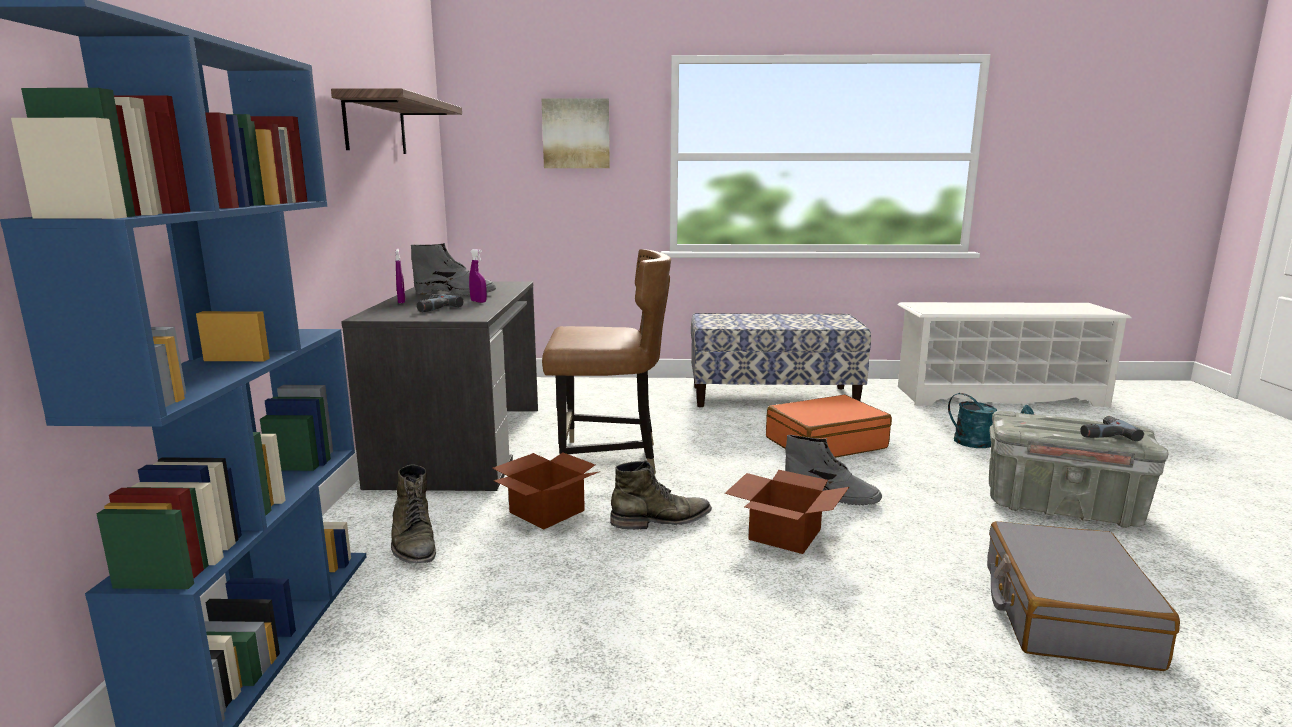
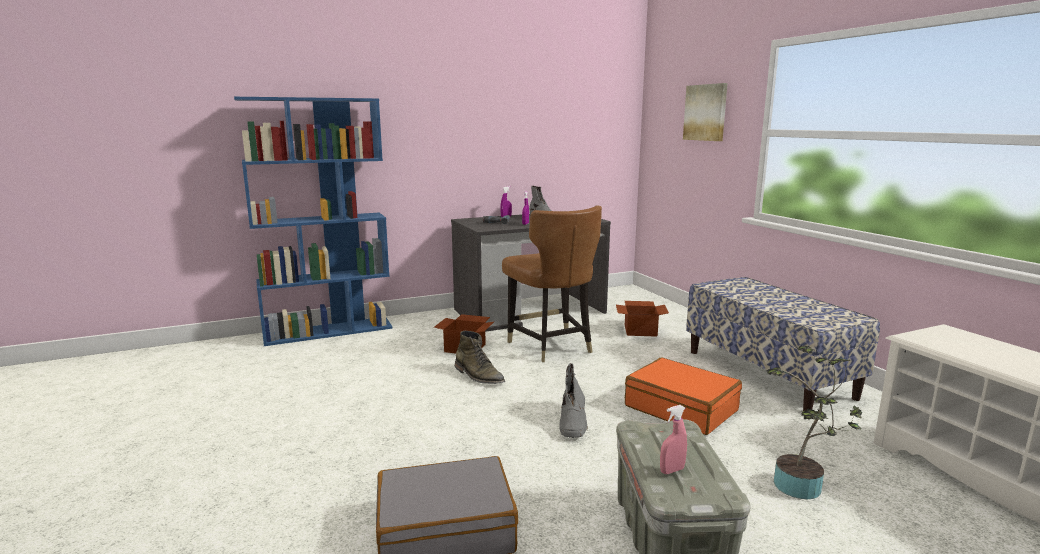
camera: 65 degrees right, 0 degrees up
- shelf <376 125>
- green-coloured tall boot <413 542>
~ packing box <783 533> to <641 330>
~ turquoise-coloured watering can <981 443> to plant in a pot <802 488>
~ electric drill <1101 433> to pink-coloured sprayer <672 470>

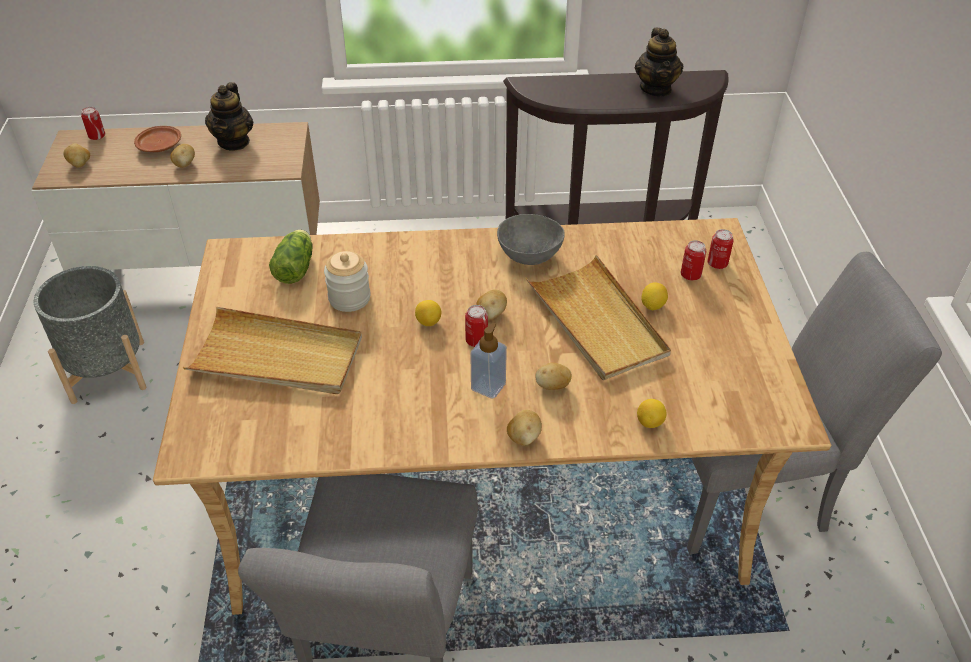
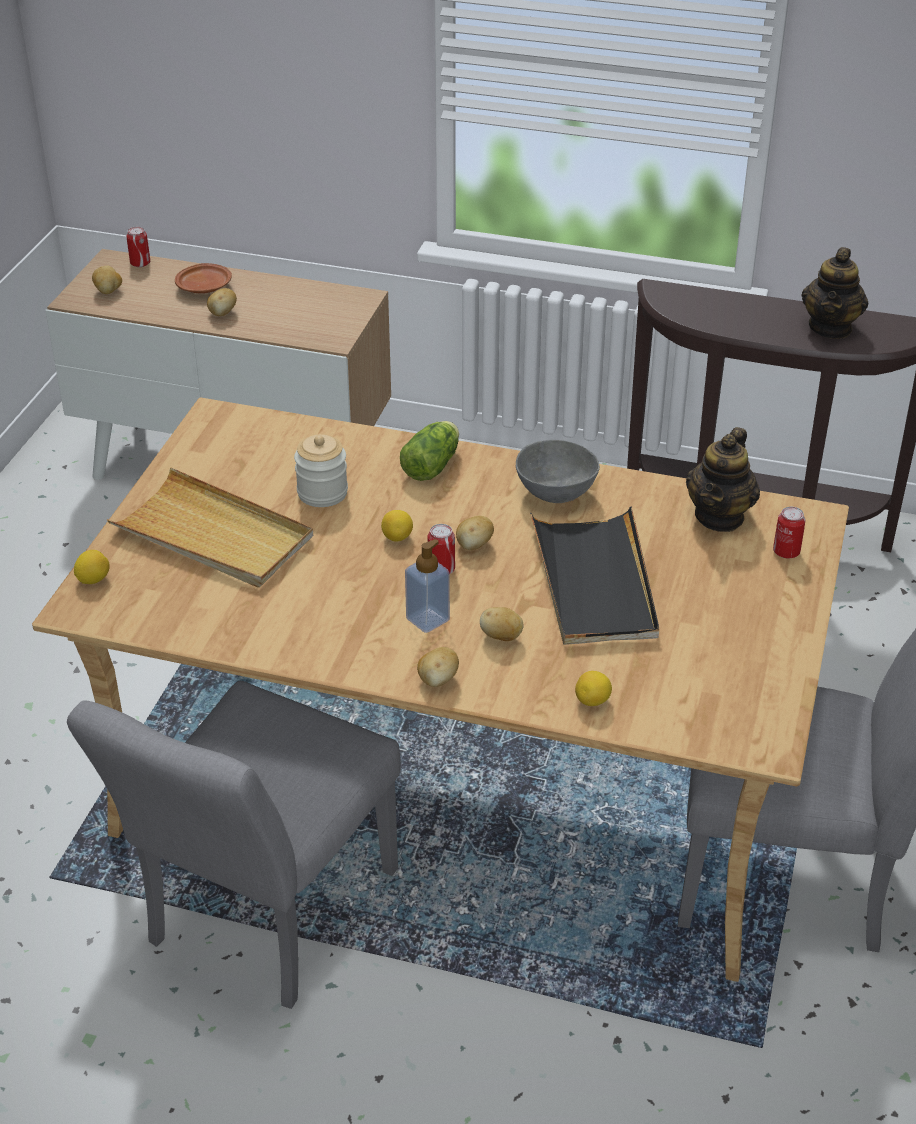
camera: 20 degrees right, 5 degrees down
- greyish flower pot <108 371>
~ teapot <234 142> to <720 516>
~ head of lettuce <296 267> to <433 464>
~ sand-coloured serving tray <597 321> to blackish serving tray <594 582>
~ citrus fruit <652 305> to <93 579>
- can <690 275>

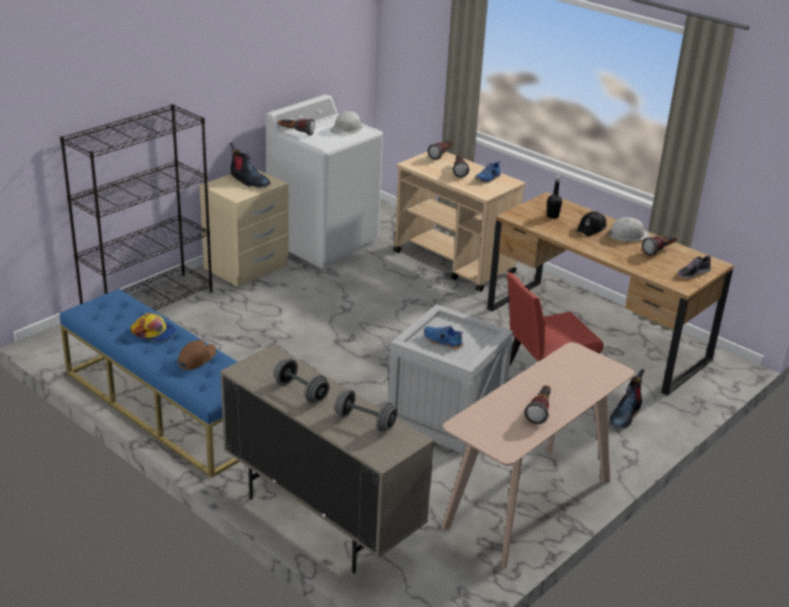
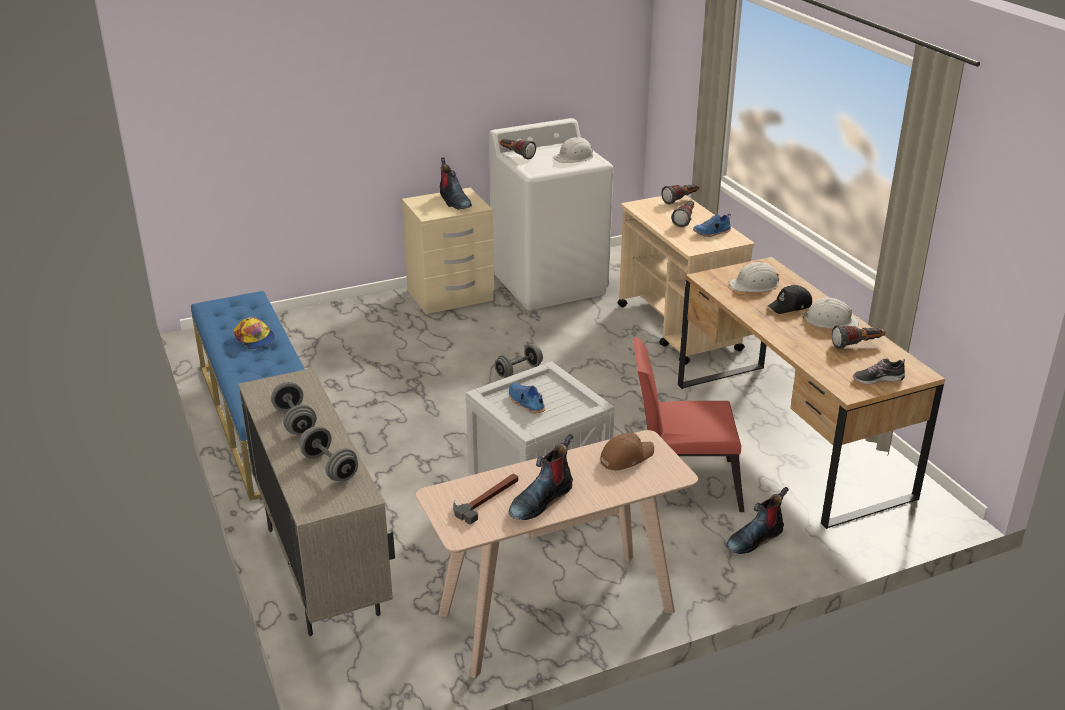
camera: 25 degrees right, 0 degrees up
- blackish bookcase <149 303>
~ brown-coloured peaked cap <196 359> to <626 457>
~ hand torch <540 411> to tall boot <541 500>
~ blackish bottle <552 216> to white-coloured hard hat <754 285>
+ tool hammer <487 499>
+ greyish free weight <518 371>

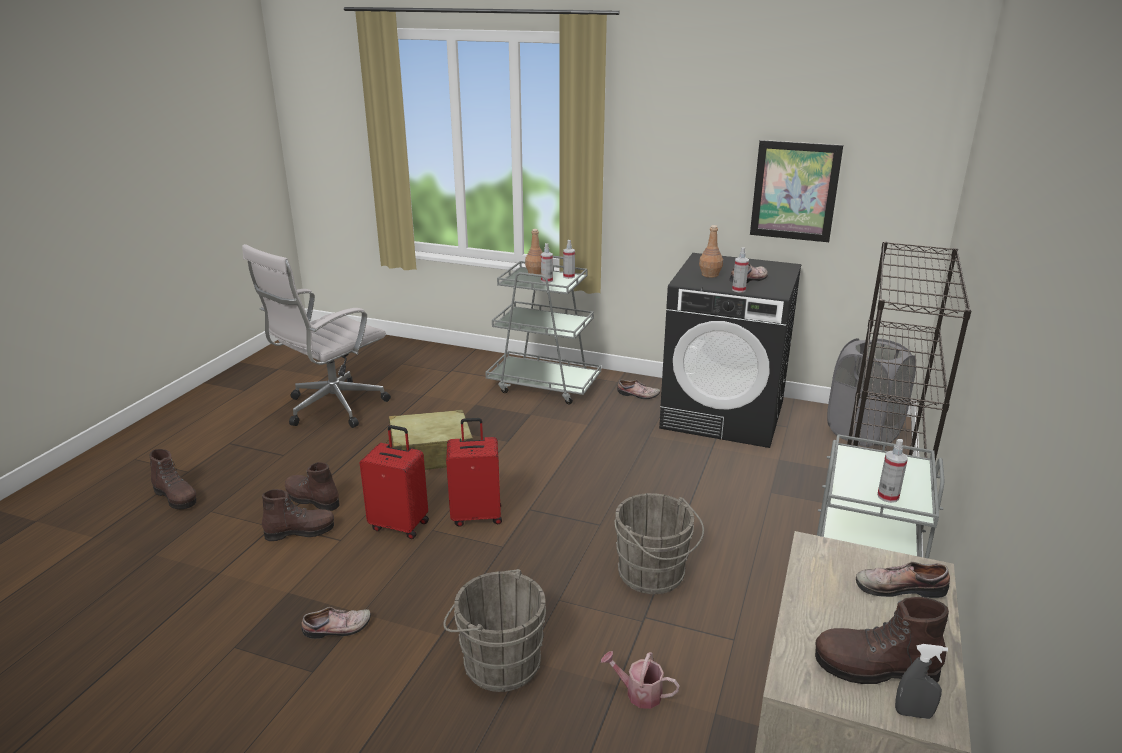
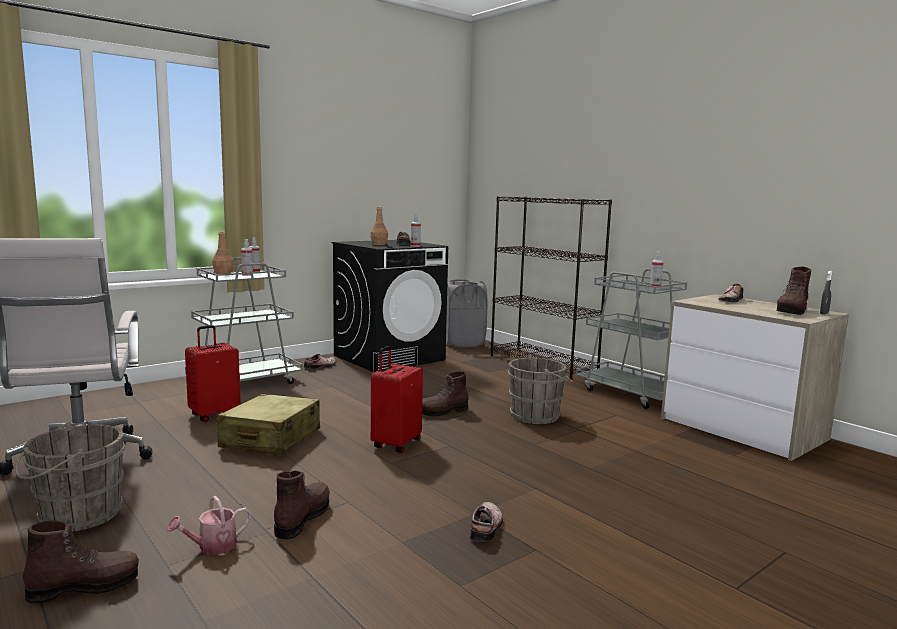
camera: 60 degrees left, 15 degrees down
~ brown-coloured tall boot <312 499> to <443 411>
~ red travel case <400 525> to <214 414>
~ greyish bucket <497 662> to <75 515>
~ watering can <639 693> to <212 547>
- wall art <794 191>

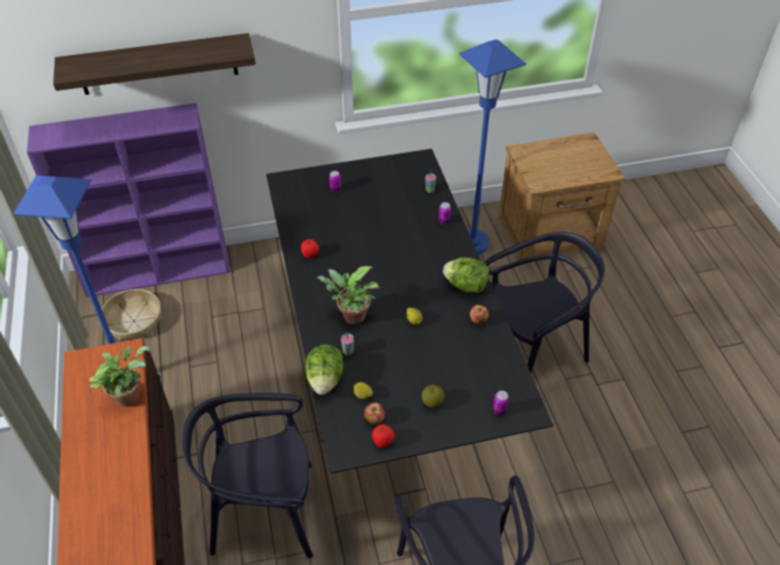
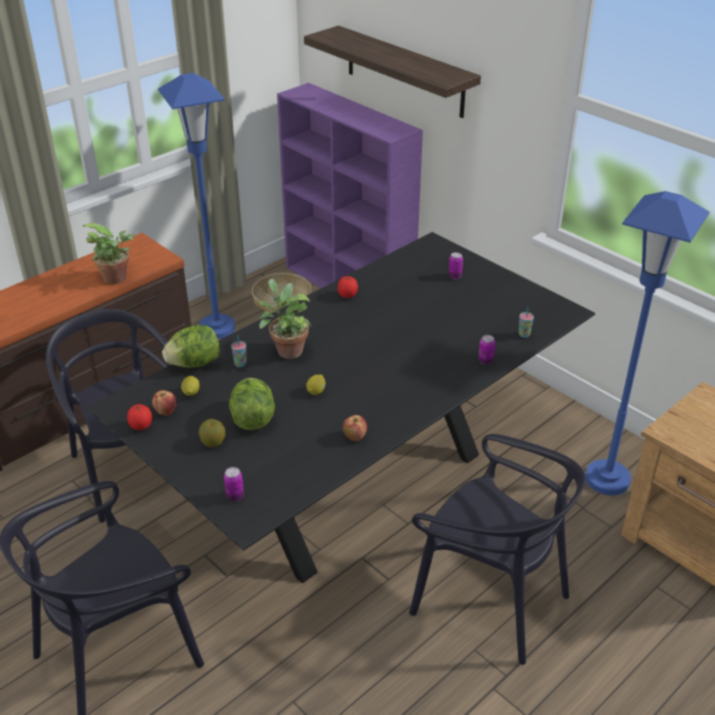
camera: 60 degrees right, 10 degrees down
~ head of lettuce <466 286> to <252 419>

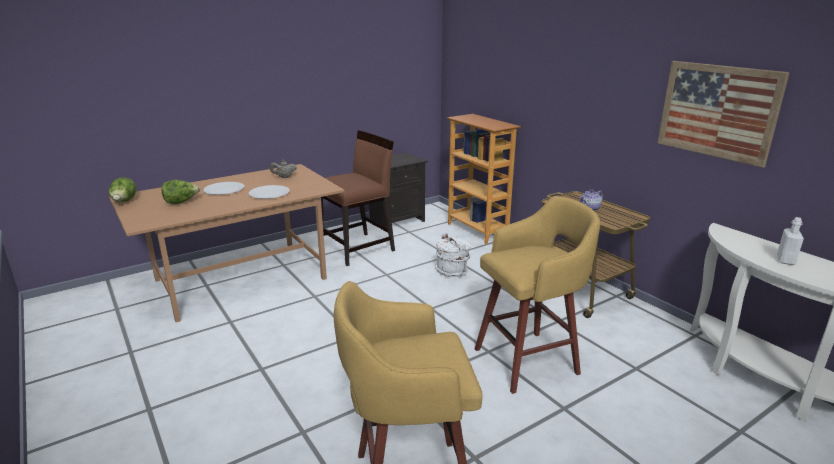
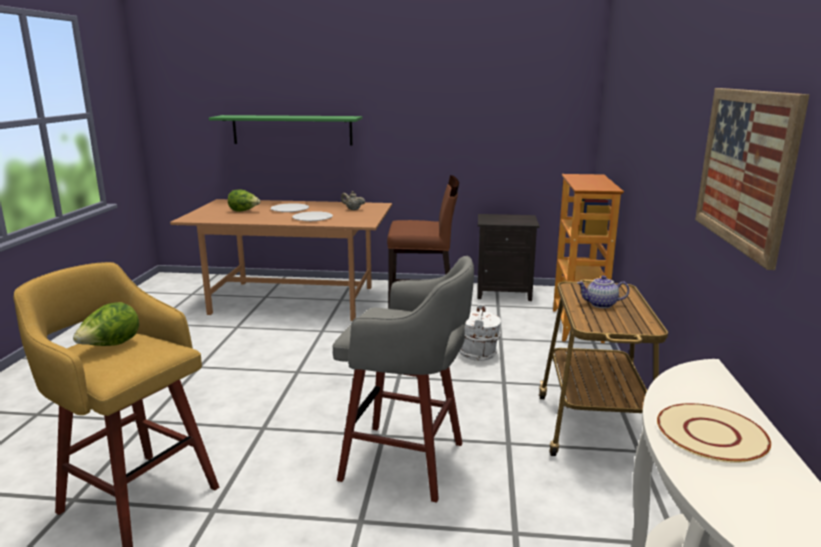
camera: 40 degrees right, 5 degrees down
~ head of lettuce <124 202> to <111 346>
~ yellow stool <529 360> to greyish stool <407 462>
~ white-coloured bottle <785 260> to sand-coloured dinner plate <710 434>
+ green-coloured shelf <292 130>

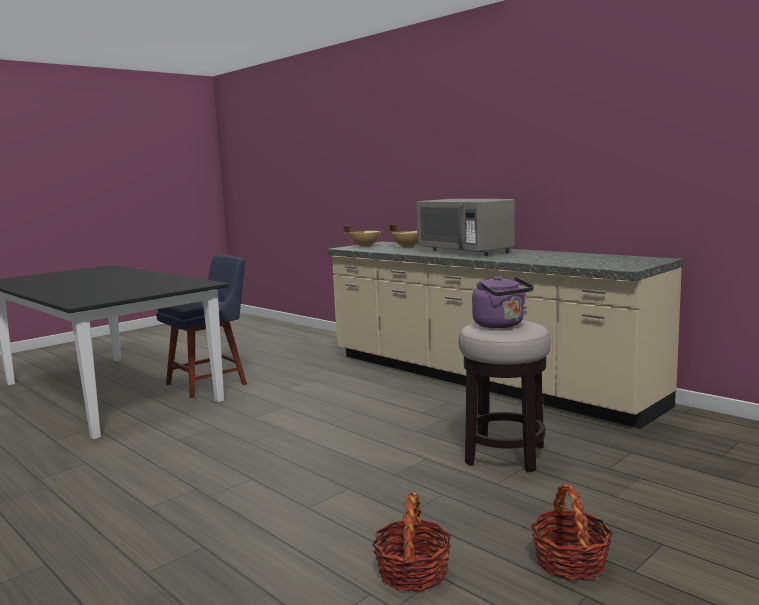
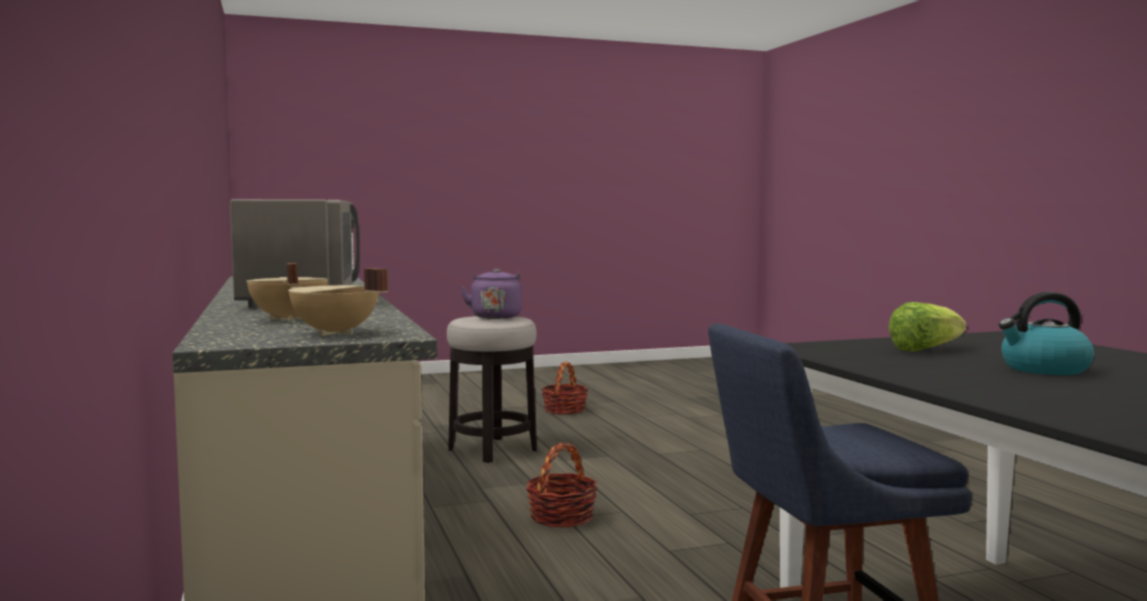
camera: 155 degrees left, 5 degrees down
~ basket <413 573> to <561 517>
+ head of lettuce <924 350>
+ tea kettle <1044 369>

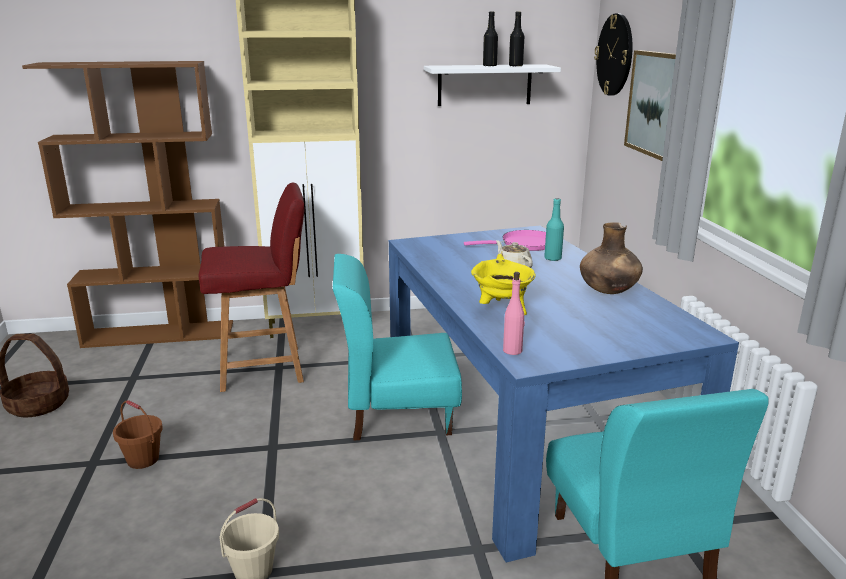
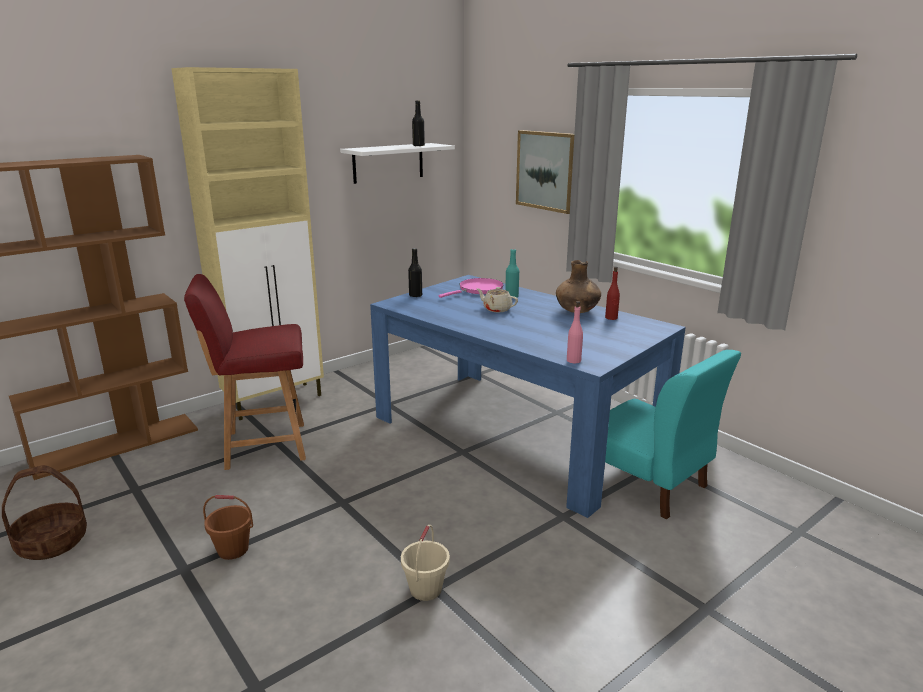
camera: 30 degrees left, 0 degrees up
~ red plain chair <264 368> = <263 446> 150 degrees counterclockwise
- turquoise-coloured plain chair <398 414>
- yellow saucepot <502 310>
~ blackish bottle <489 66> to <415 295>
- wall clock <615 55>
+ red bottle <611 318>

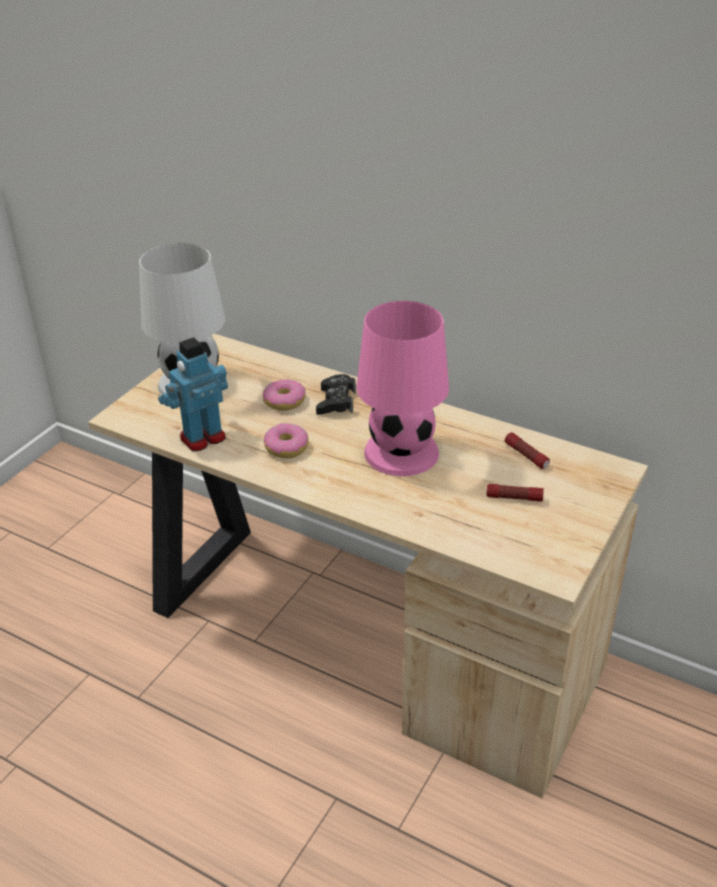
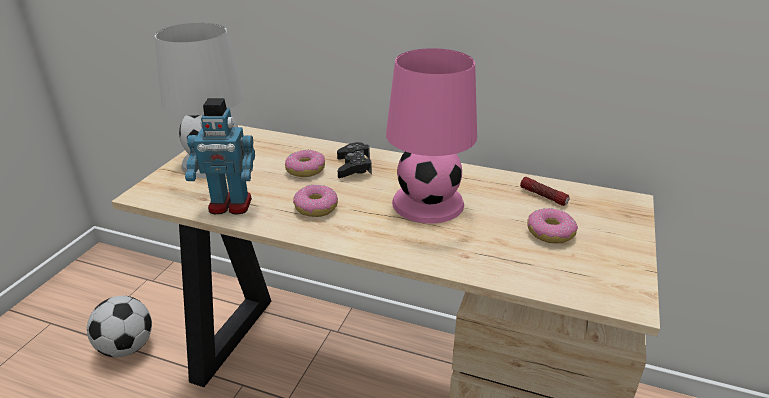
camera: 10 degrees left, 5 degrees down
~ robot figure <202 437> = <230 206> 135 degrees counterclockwise
~ hand torch <514 498> to doughnut <550 233>
+ football ball <127 347>

